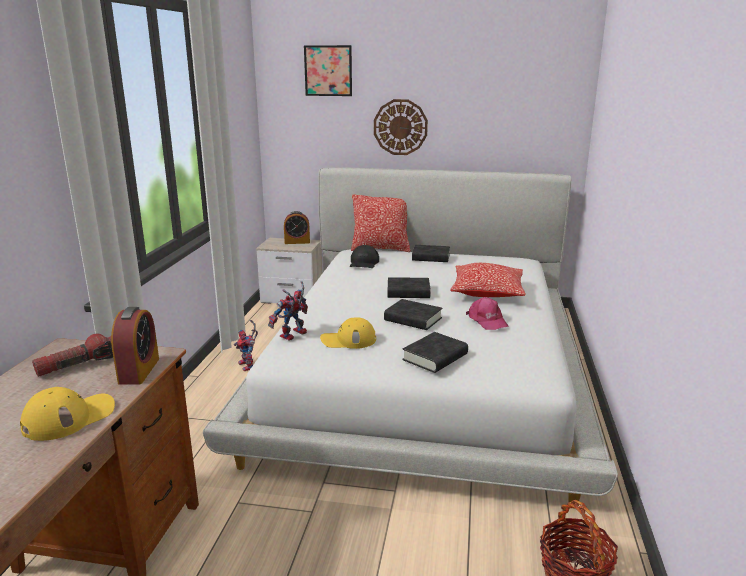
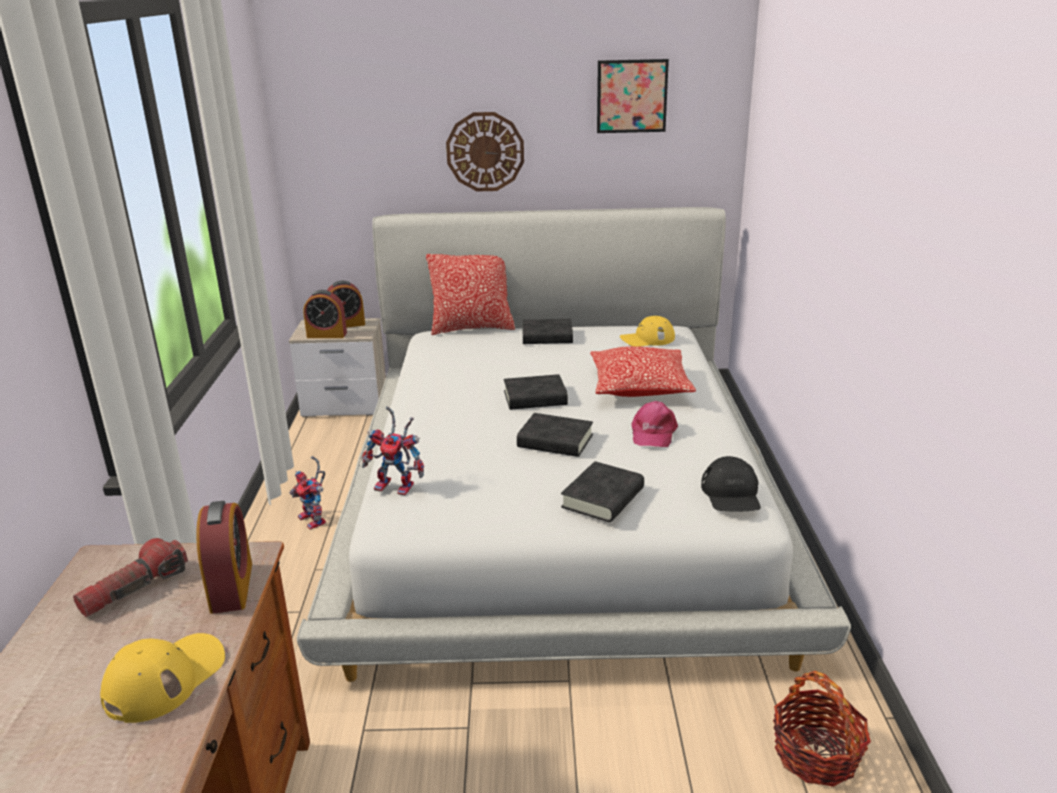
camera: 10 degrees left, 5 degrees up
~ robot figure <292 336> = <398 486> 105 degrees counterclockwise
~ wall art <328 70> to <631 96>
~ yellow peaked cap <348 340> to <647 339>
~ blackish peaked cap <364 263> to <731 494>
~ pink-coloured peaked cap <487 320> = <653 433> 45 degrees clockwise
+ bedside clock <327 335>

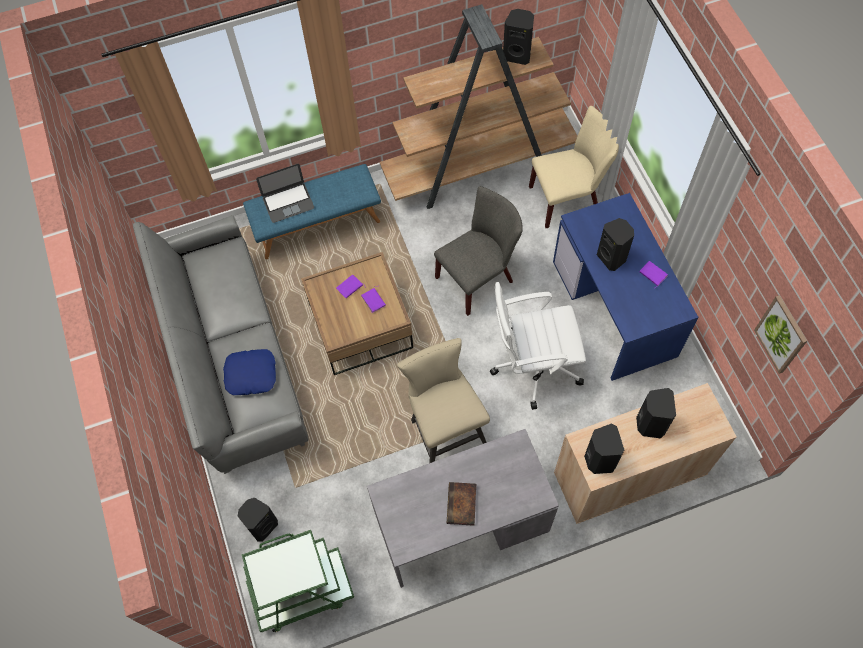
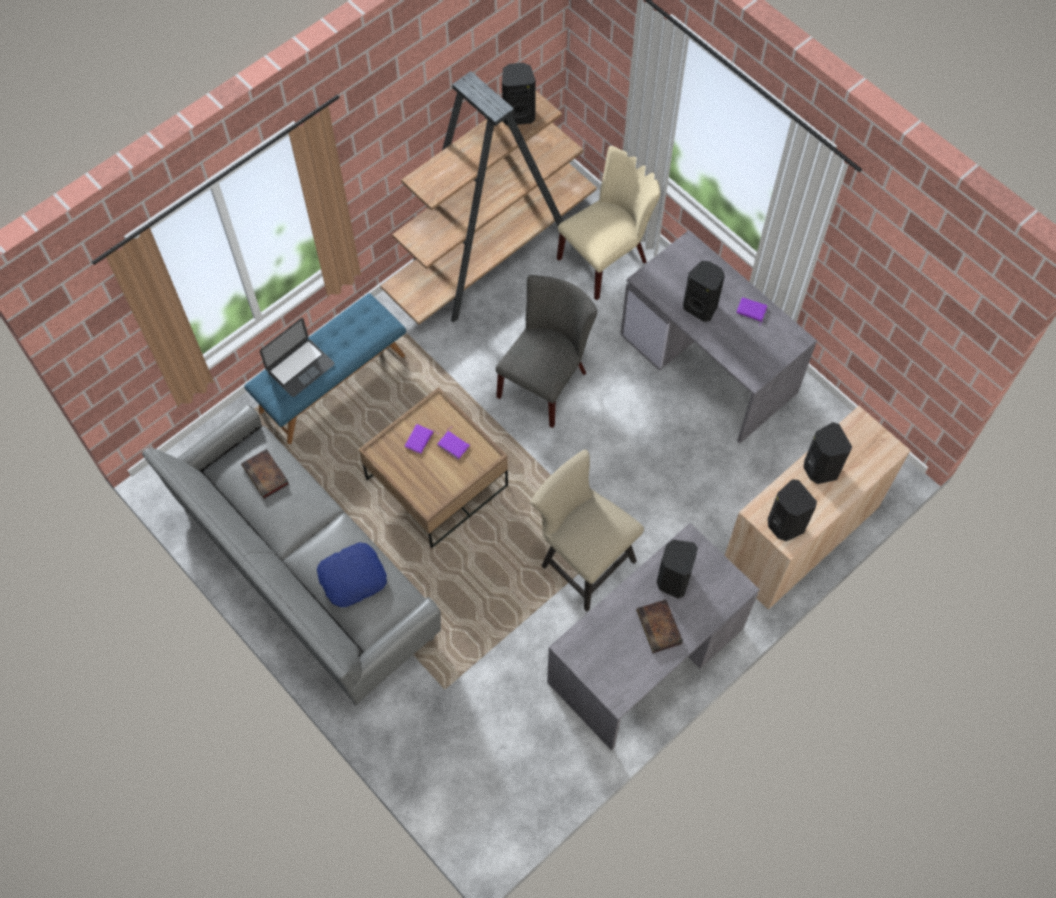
camera: 25 degrees left, 0 degrees up
~ blackish speaker <262 525> to <672 580>
- green-coloured trolley <301 592>
- white-coloured desk chair <533 365>
~ blue desk <615 308> to greyish desk <710 363>
- wall art <781 334>
+ volume <266 476>

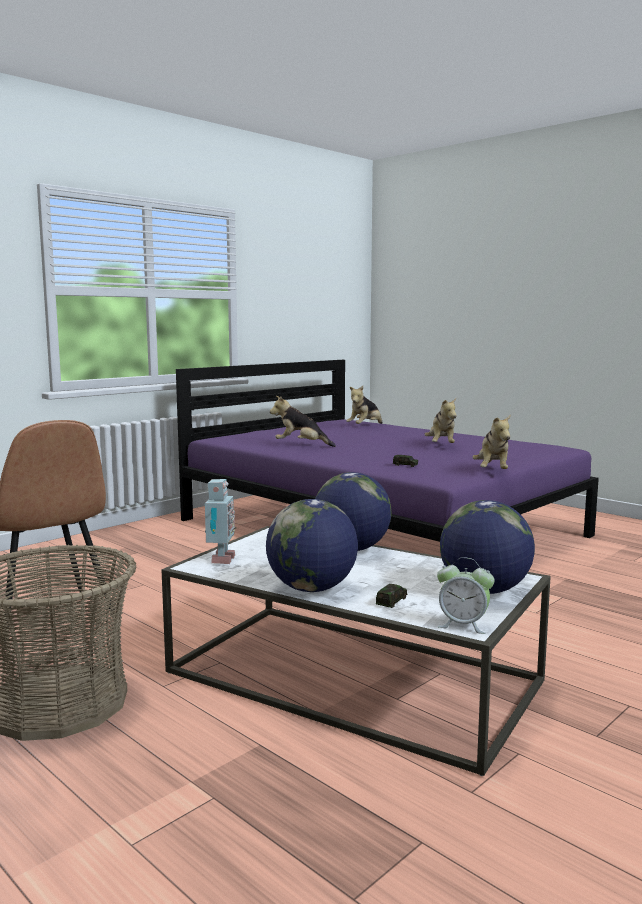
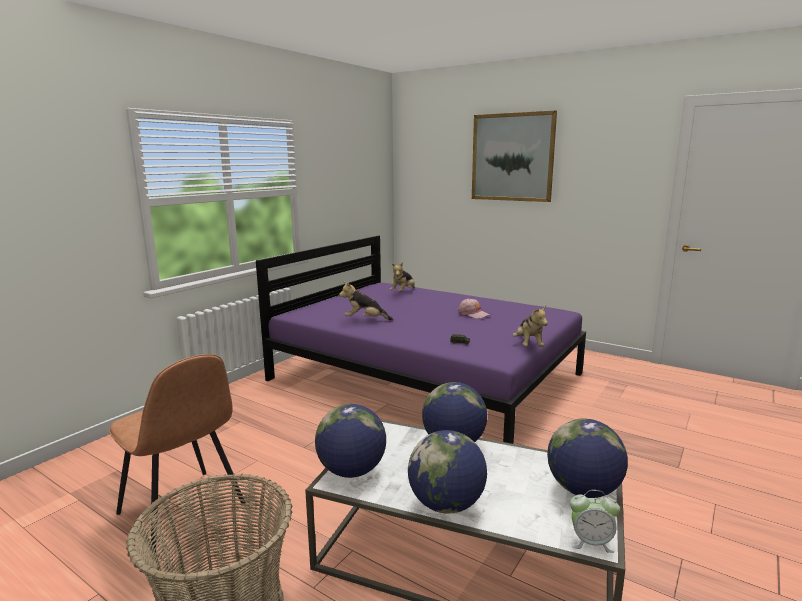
camera: 10 degrees left, 5 degrees up
~ robot figure <220 560> to world globe <352 471>
- model car <391 601>
~ cuddly toy <441 445> to pink-coloured peaked cap <473 314>
+ wall art <512 157>

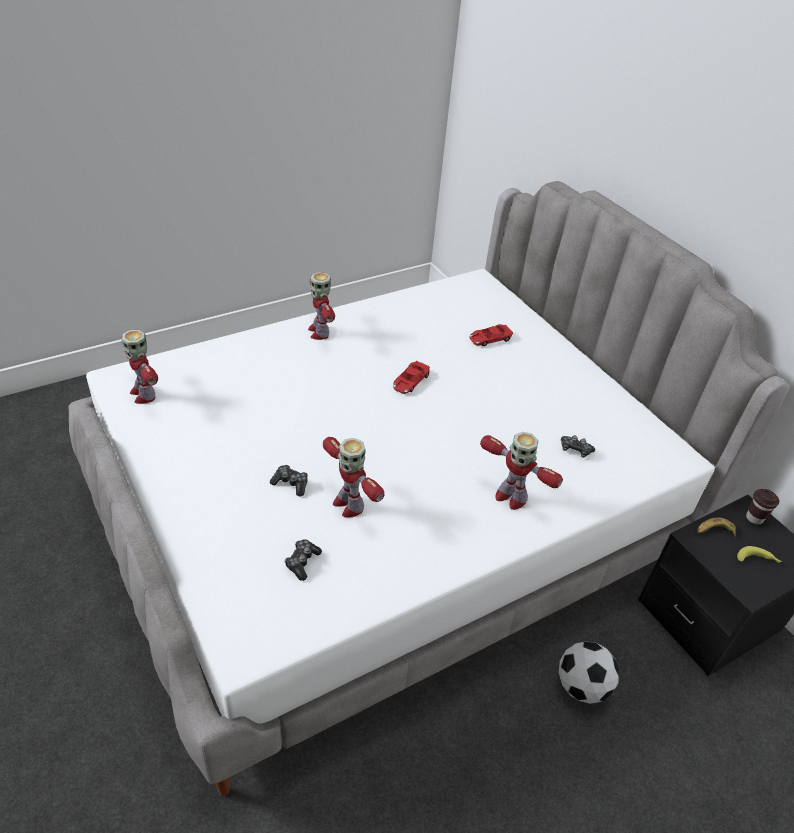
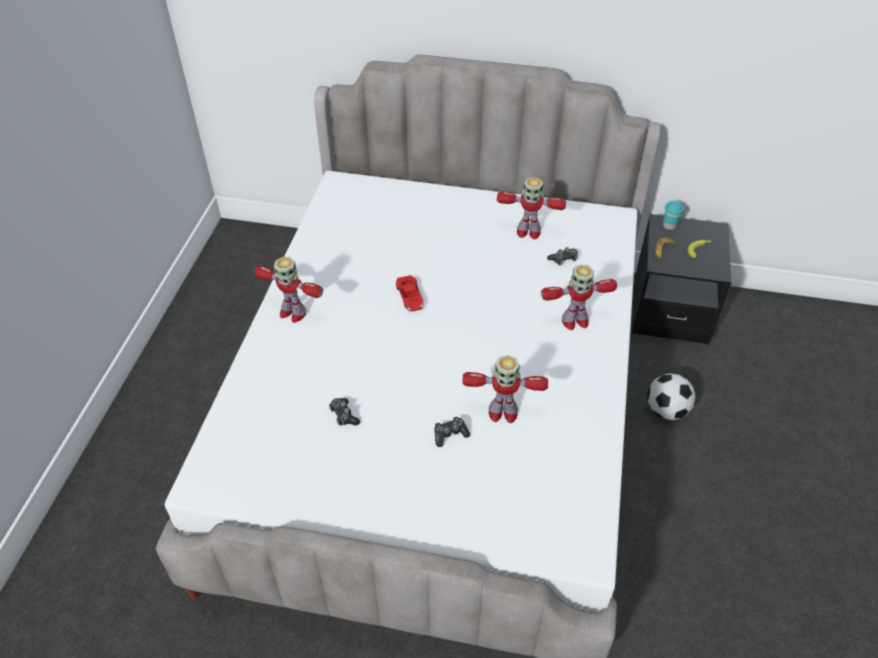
camera: 45 degrees left, 5 degrees up
~ robot figure <144 394> to <528 232>
~ gamepad <302 562> to <344 415>
- red model car <489 339>
~ brown-coloured cup <754 518> to turquoise-coloured cup <669 225>

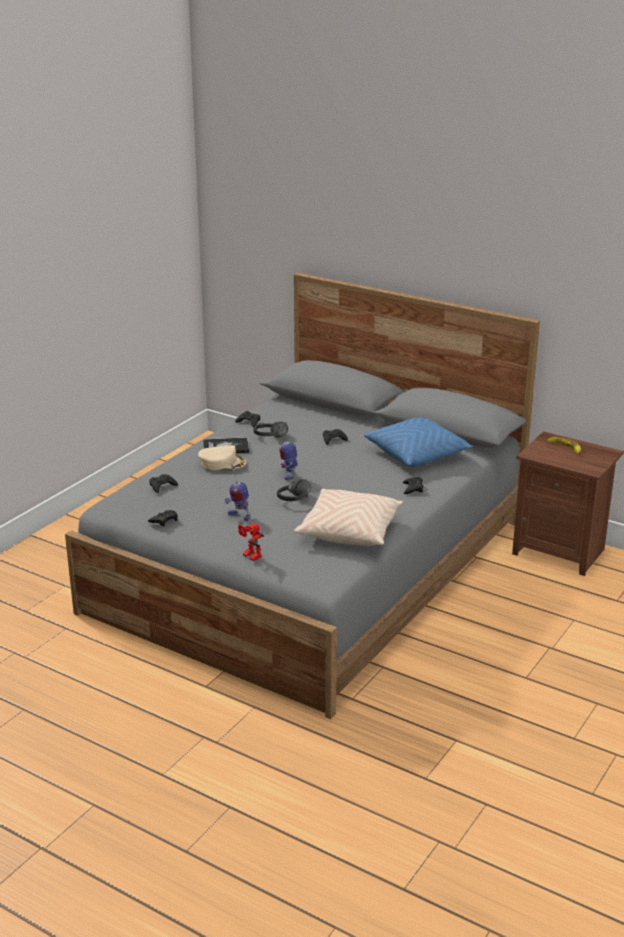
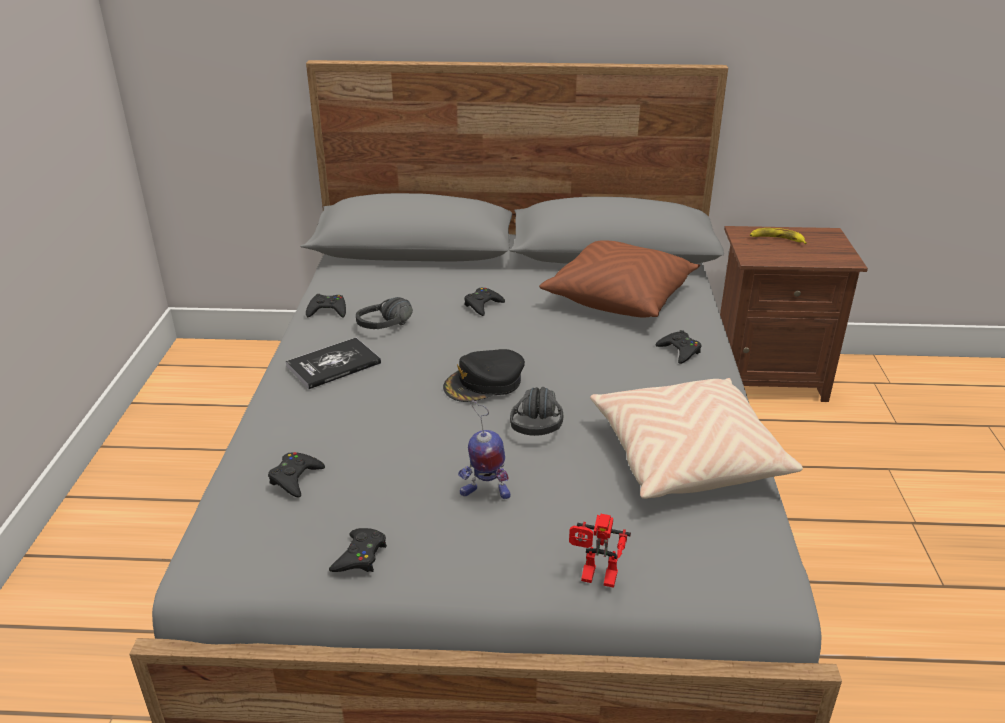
camera: 30 degrees left, 5 degrees up
- sand-coloured peaked cap <222 462>
~ robot figure <288 474> to blackish peaked cap <484 383>
~ blue pillow <417 454> to brown-coloured pillow <620 296>

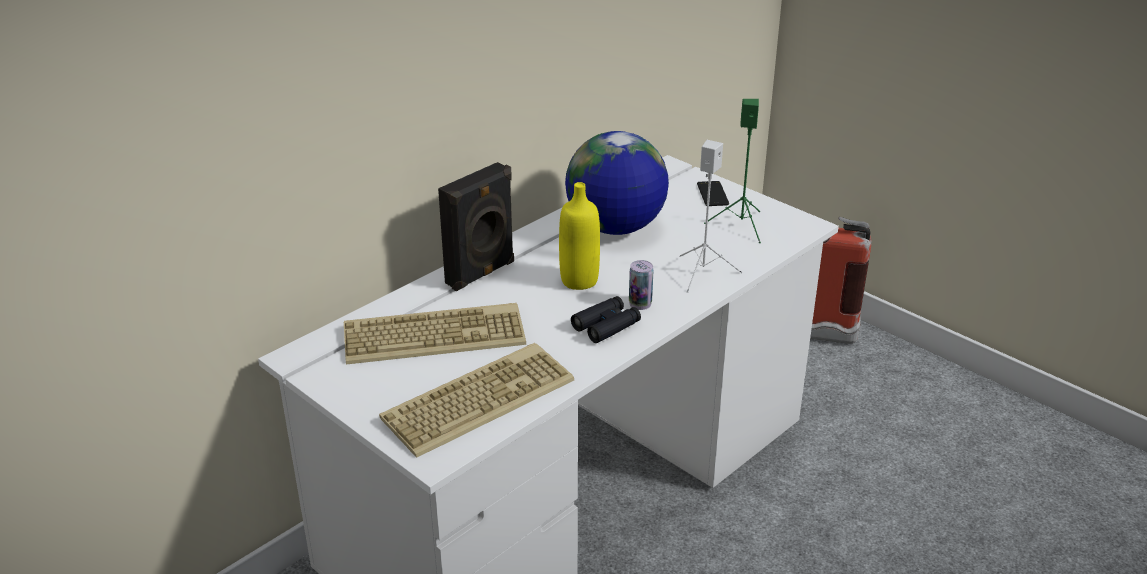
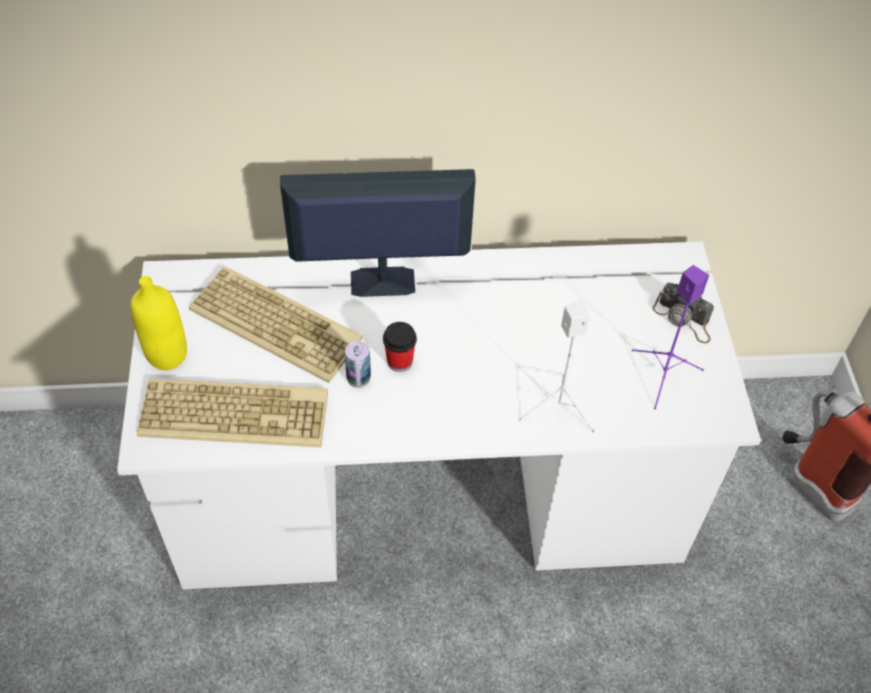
camera: 40 degrees right, 20 degrees up
~ blackish speaker <482 273> to computer screen <380 282>
~ yellow bottle <579 280> to <167 355>
- world globe <615 228>
- blackish binoculars <606 325>
~ can <640 304> to <358 378>
~ phone <712 194> to photo camera <684 319>
~ green-coloured speaker <741 225> to purple speaker <664 375>
+ cup <399 361>

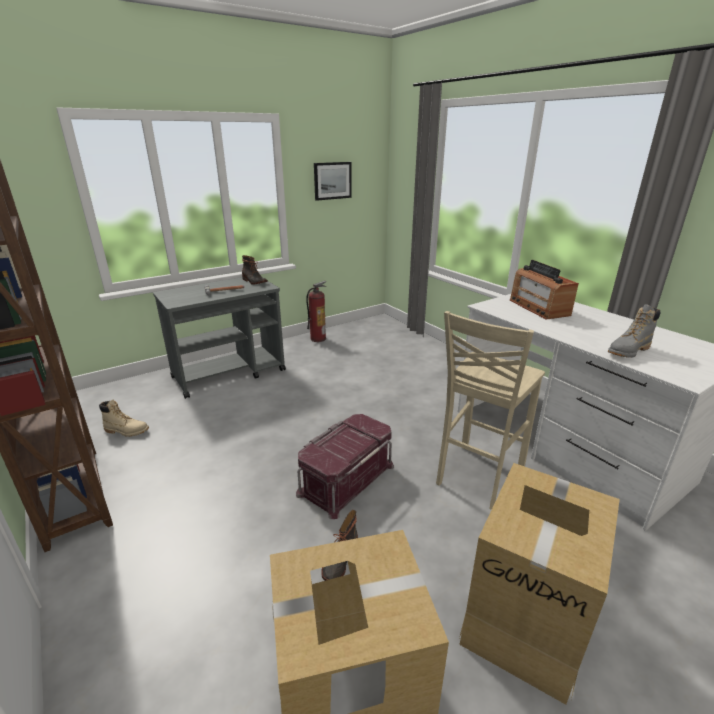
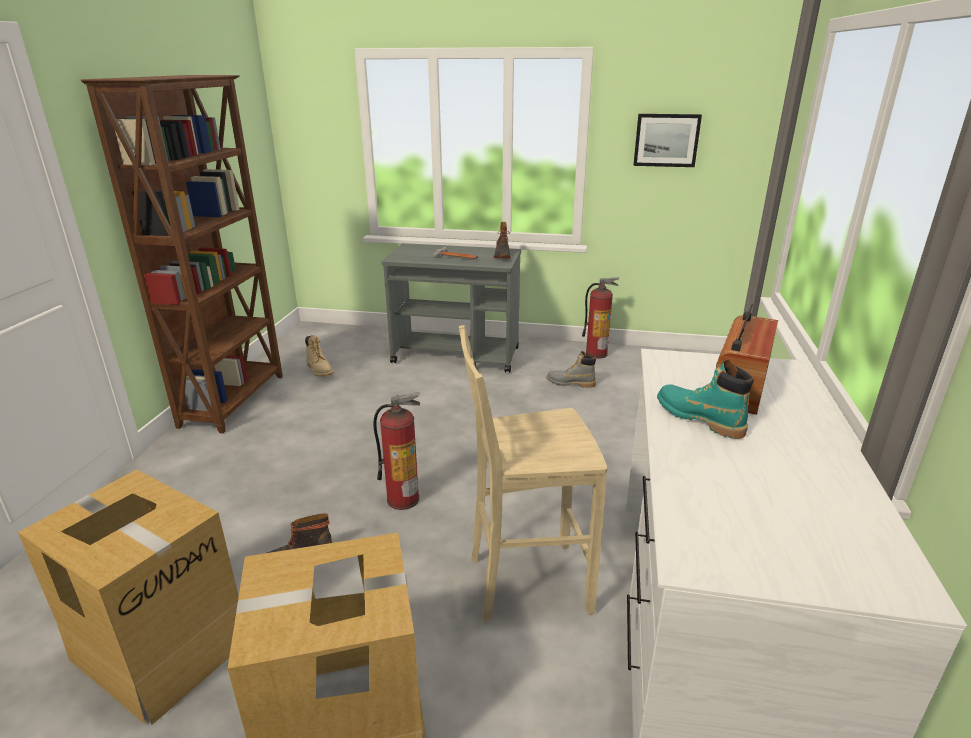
camera: 45 degrees right, 0 degrees up
~ red storage container <345 478> to fire extinguisher <403 499>
~ greyish tall boot <628 351> to <570 383>
+ turquoise-coloured tall boot <699 418>

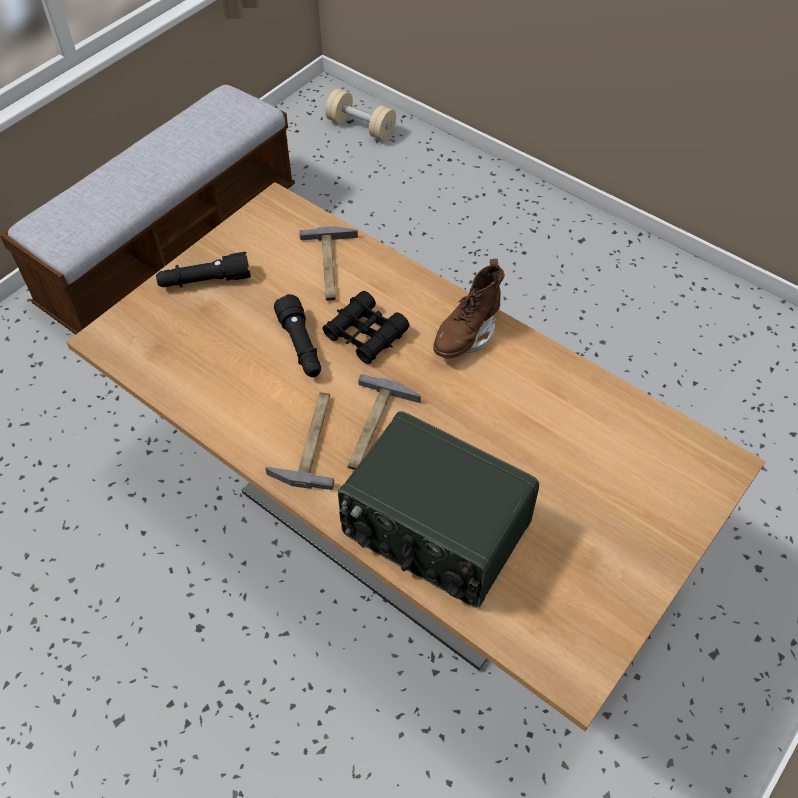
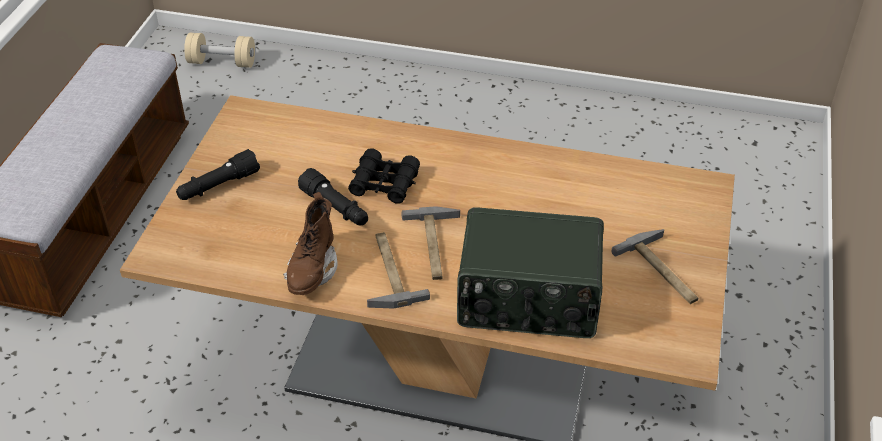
camera: 25 degrees left, 10 degrees down
~ tool hammer <331 266> to <663 271>
~ brown-coloured tall boot <466 334> to <312 270>

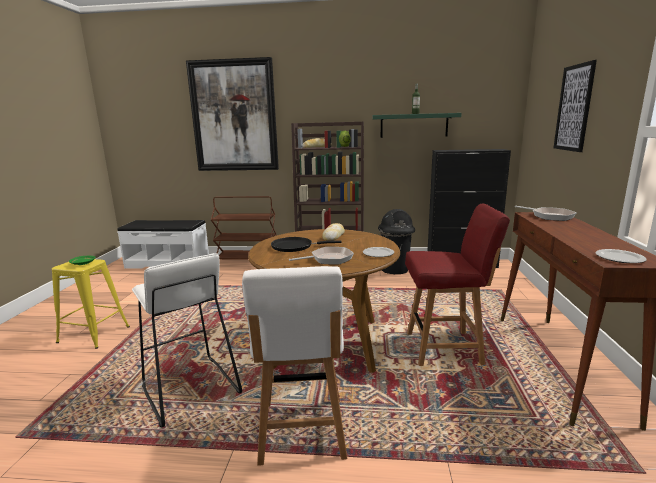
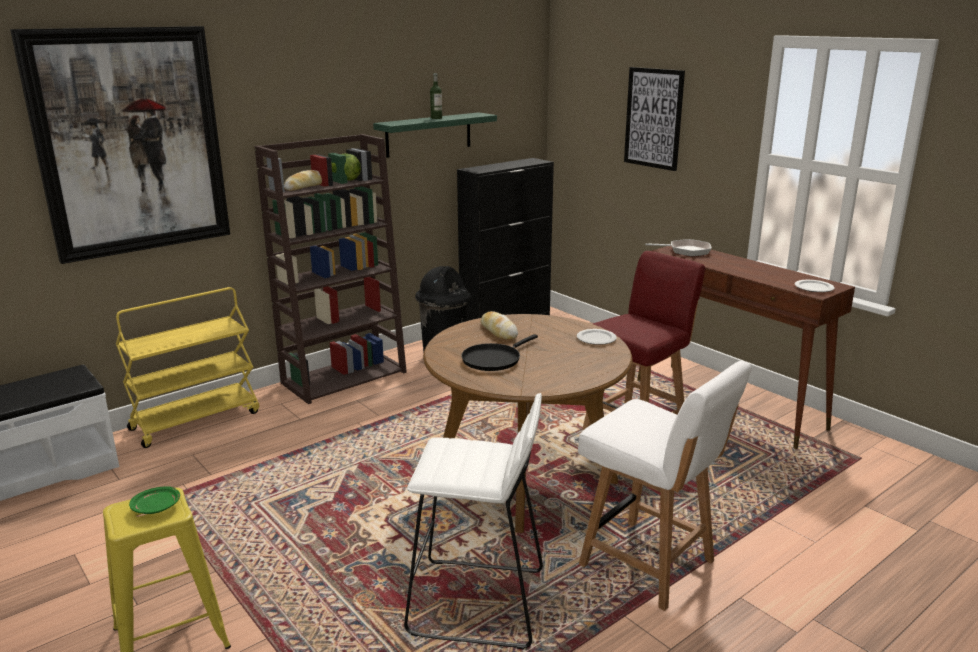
camera: 45 degrees left, 5 degrees up
~ brown-coloured trolley <247 262> to yellow trolley <196 420>
- frying pan <328 259>

